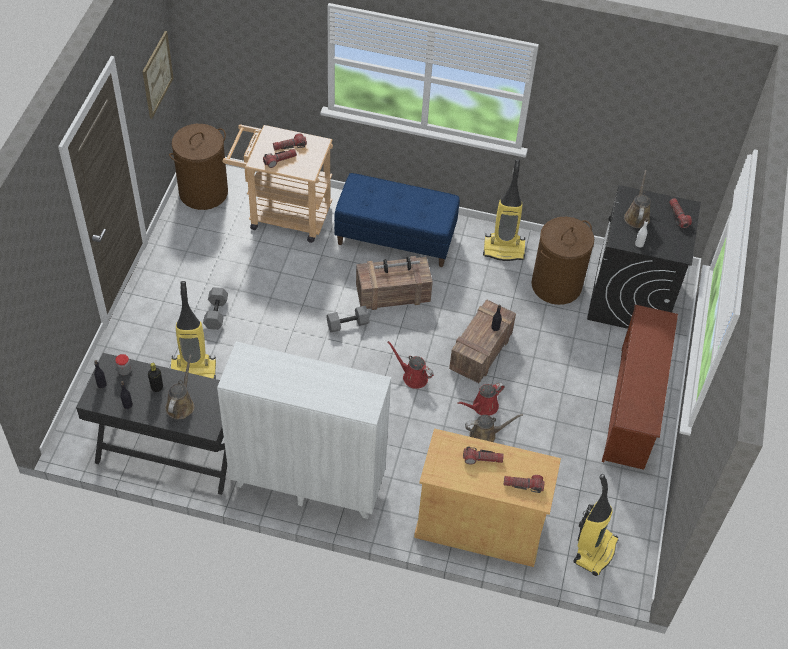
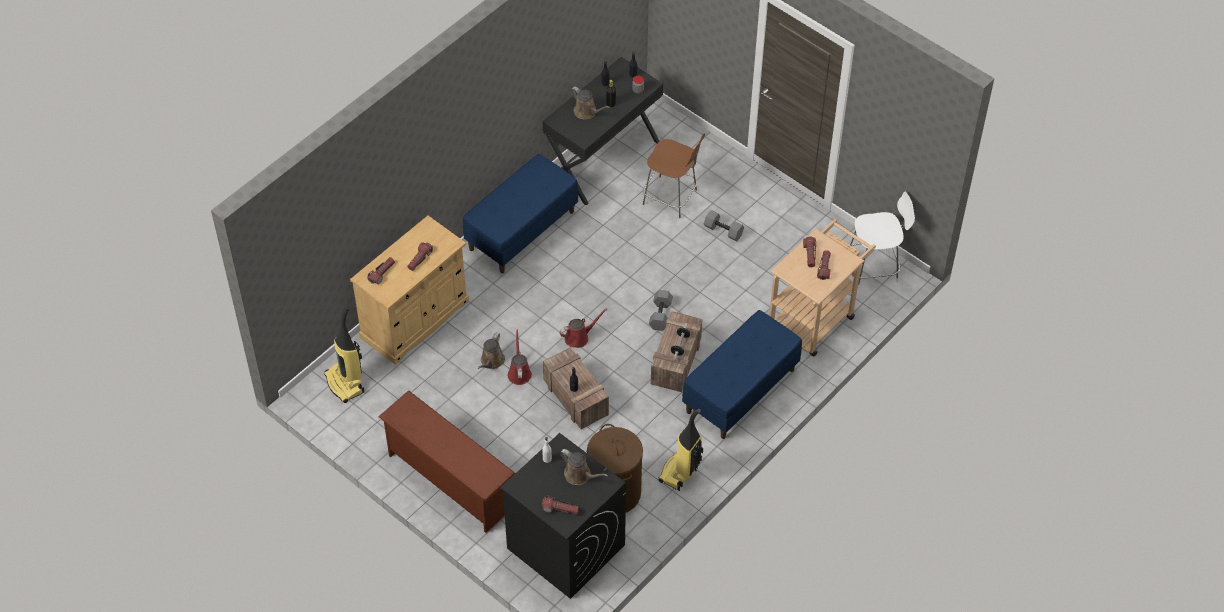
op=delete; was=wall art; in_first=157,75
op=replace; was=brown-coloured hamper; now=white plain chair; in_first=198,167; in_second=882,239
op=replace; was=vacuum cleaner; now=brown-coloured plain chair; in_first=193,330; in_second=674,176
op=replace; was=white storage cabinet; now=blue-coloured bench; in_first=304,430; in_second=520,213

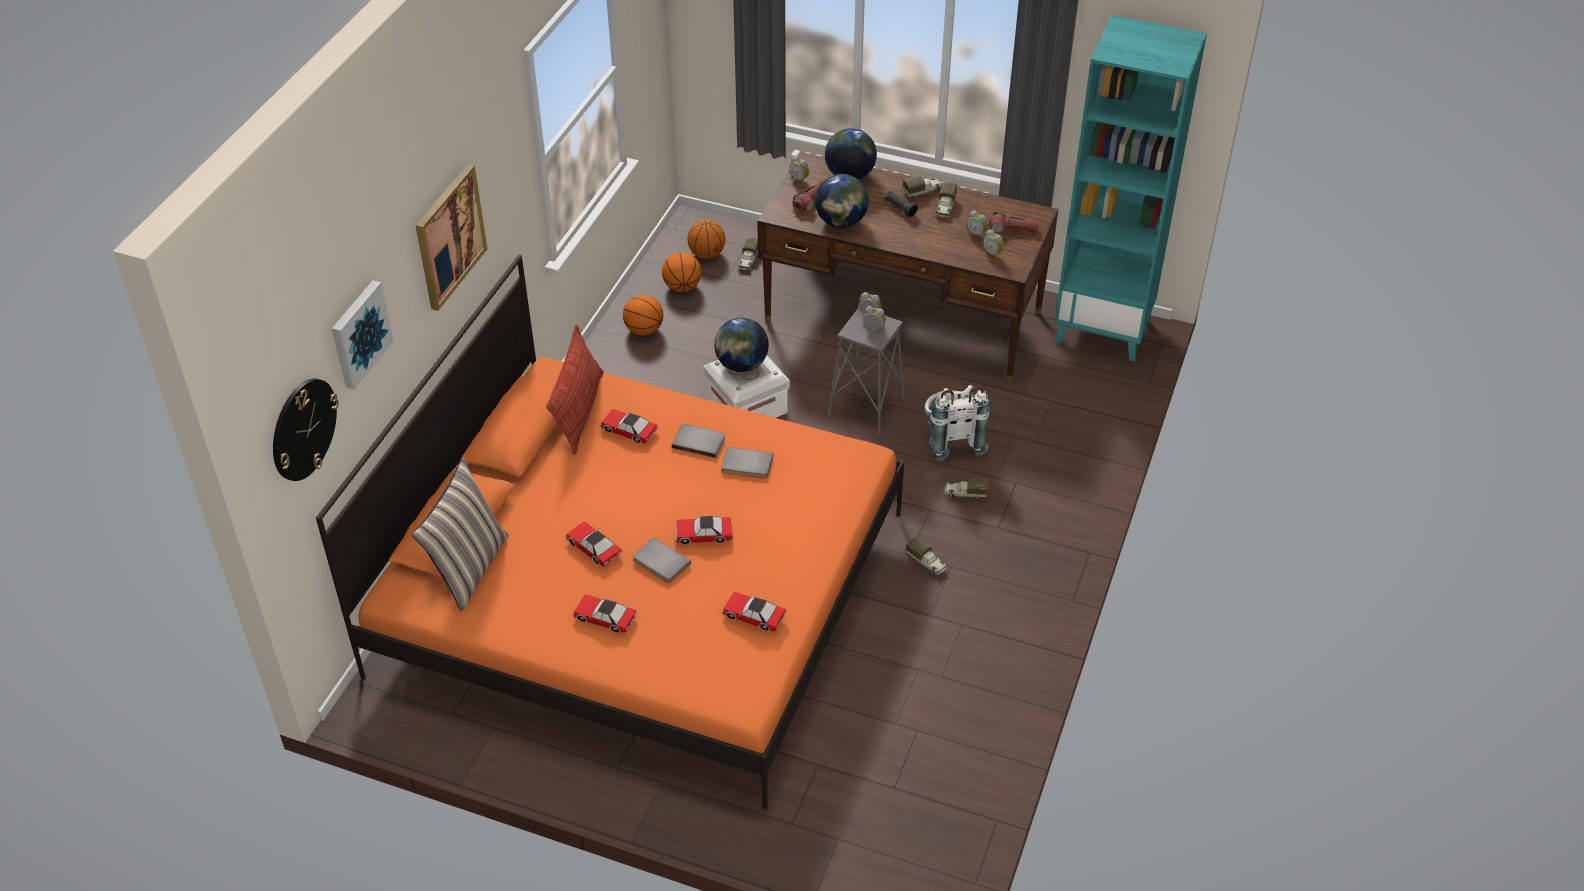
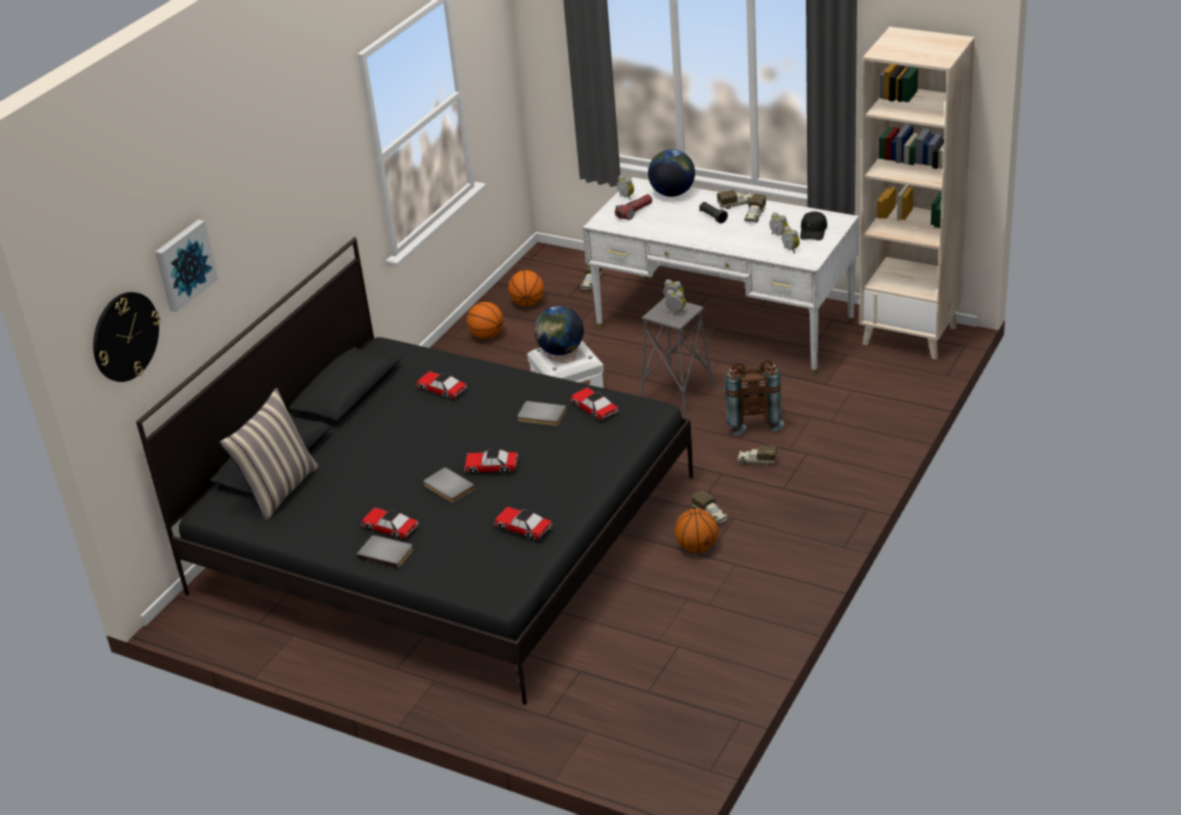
op=delete; was=wall art; in_first=451,237
op=delete; was=throw pillow; in_first=575,389
op=delete; was=world globe; in_first=842,201
op=move; was=toy car; in_first=594,544; in_second=594,404
op=move; was=grey bound book; in_first=699,441; in_second=385,551
op=move; was=basketball; in_first=706,239; in_second=696,530
op=replace; was=torch; now=black baseball cap; in_first=1014,222; in_second=813,225
op=recolor; was=orangey sleeping bed; now=black sleeping bed; in_first=610,532; in_second=414,471
op=recolor; was=brown-coloured desk table; now=white desk table; in_first=907,267; in_second=720,276
op=recolor; was=white knapsack; now=brown-coloured knapsack; in_first=957,423; in_second=754,397
op=recolor; was=blue-green shelving unit; now=beige shelving unit; in_first=1130,188; in_second=917,193

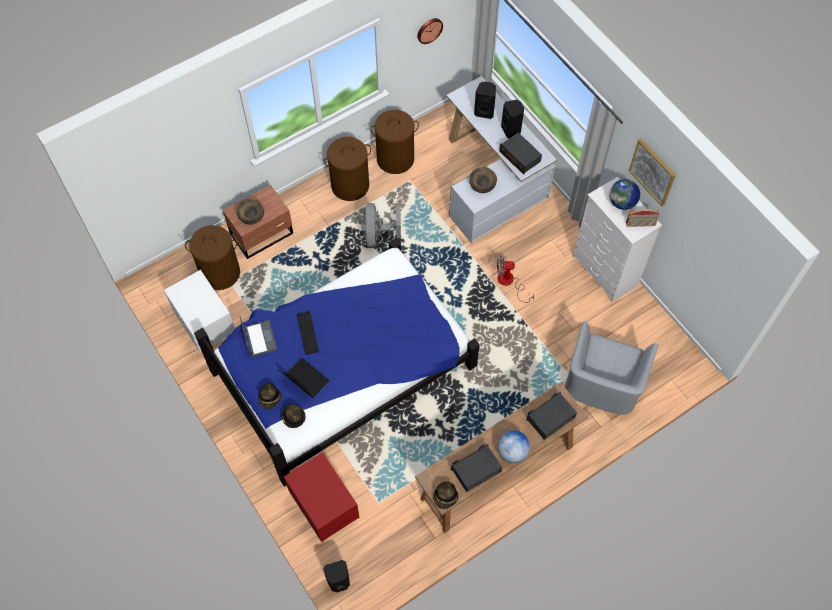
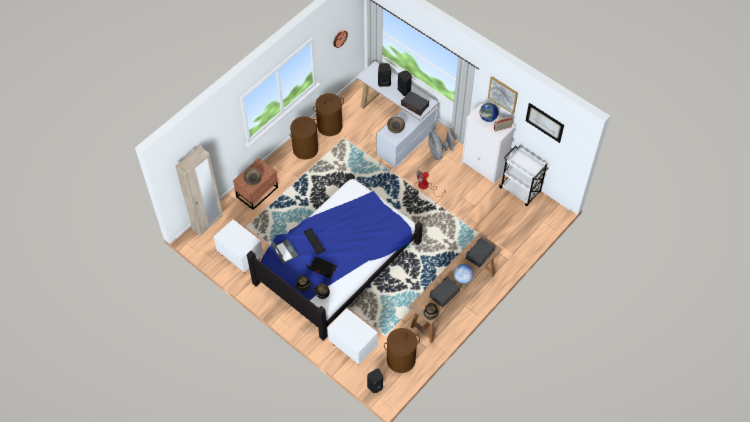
op=delete; was=grey armchair; in_first=611,368
op=insert; now=beige armoire; in_second=199,191
op=insert; now=white trolley; in_second=524,176
op=insert; now=wall art; in_second=545,123
op=move; was=brown-coloured hamper; in_first=212,257; in_second=402,350
op=move; was=grey electric fan; in_first=381,225; in_second=441,145
op=recolor; was=red night table; now=white night table; in_first=321,497; in_second=353,337

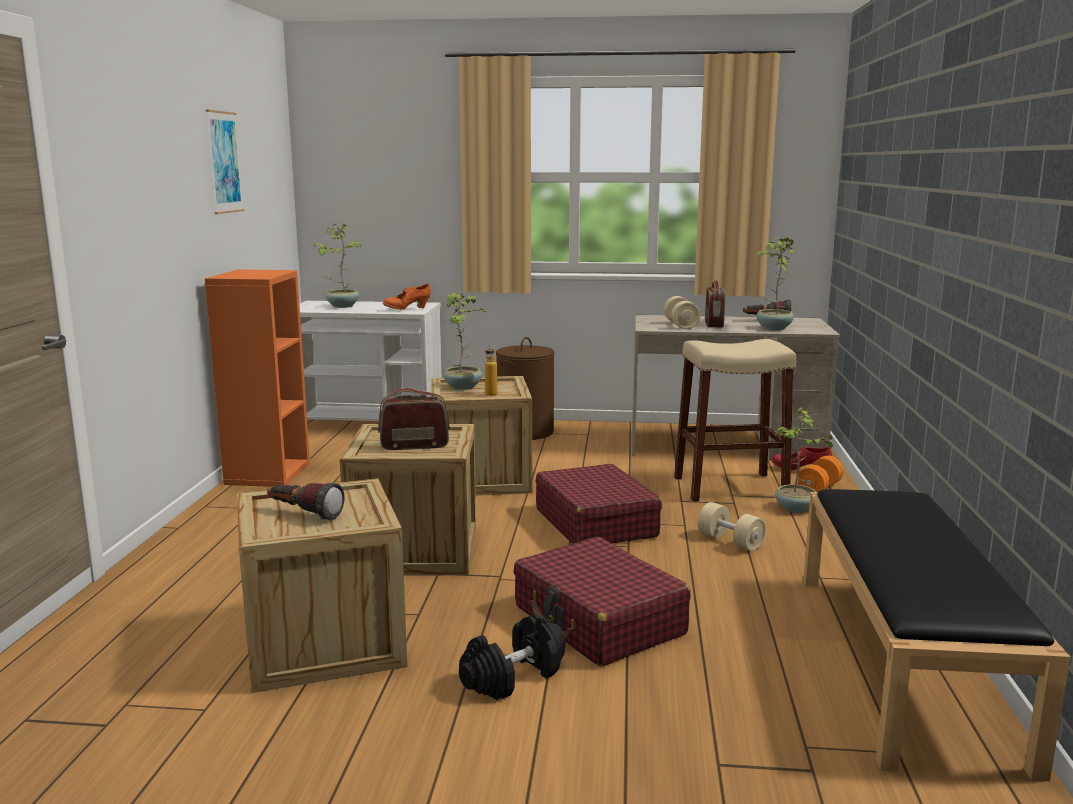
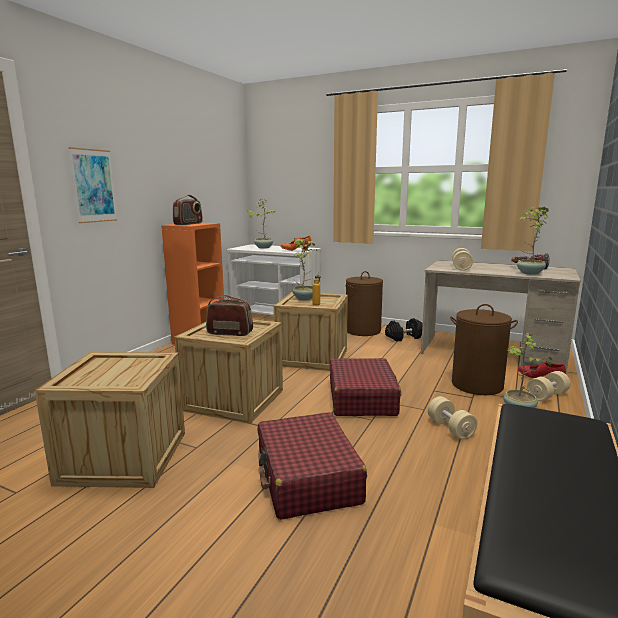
op=delete; was=torch; in_first=306,501
op=move; was=wall art; in_first=225,162; in_second=93,185
op=move; was=black hand weight; in_first=512,657; in_second=404,329
op=move; was=radio set; in_first=715,304; in_second=188,210
op=replace; was=beige stool seat; now=brown-coloured hamper; in_first=735,420; in_second=484,349
op=recolor; was=orangey hand weight; now=beige hand weight; in_first=820,474; in_second=549,386

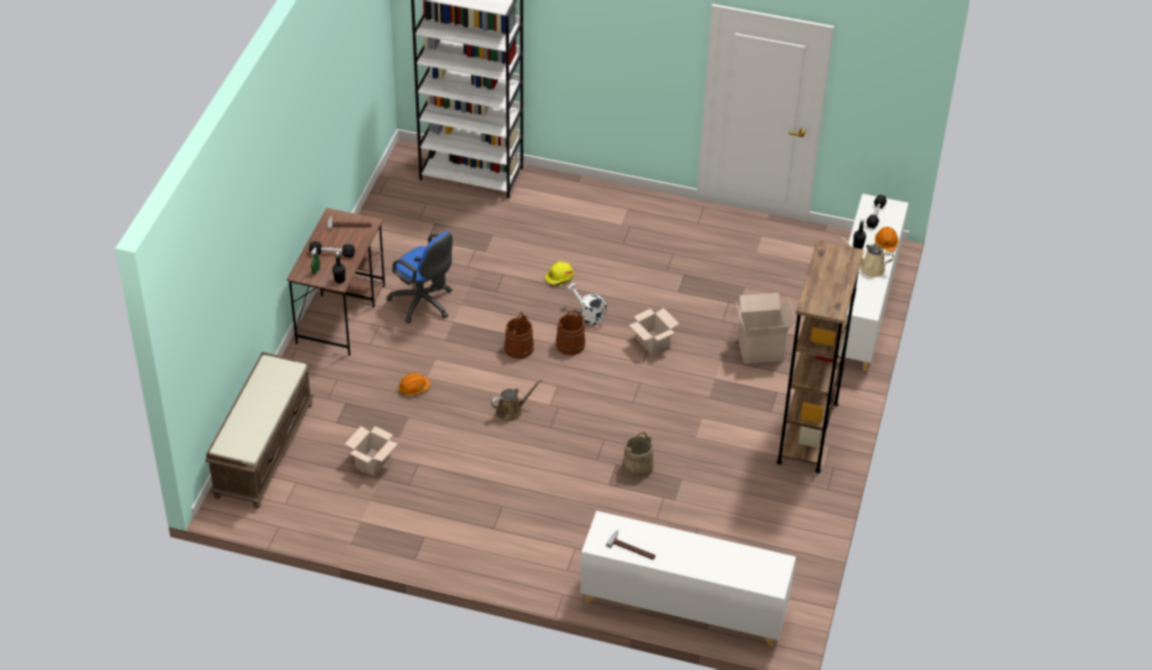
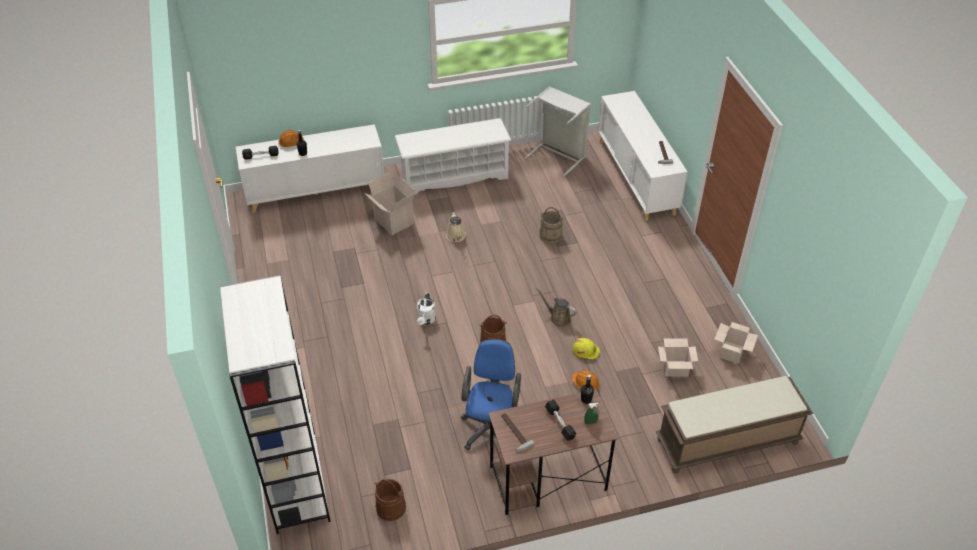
op=insert; now=grey hamper; in_second=558,131
op=move; was=yellow hard hat; in_first=559,274; in_second=586,349
op=move; was=brown-coloured pail; in_first=570,332; in_second=390,500
op=move; was=cardboard box; in_first=654,331; in_second=736,343
op=move; was=beige watering can; in_first=867,257; in_second=456,227
op=replace; was=brown-coloured shelving unit; now=white shoe rack; in_first=820,356; in_second=453,156

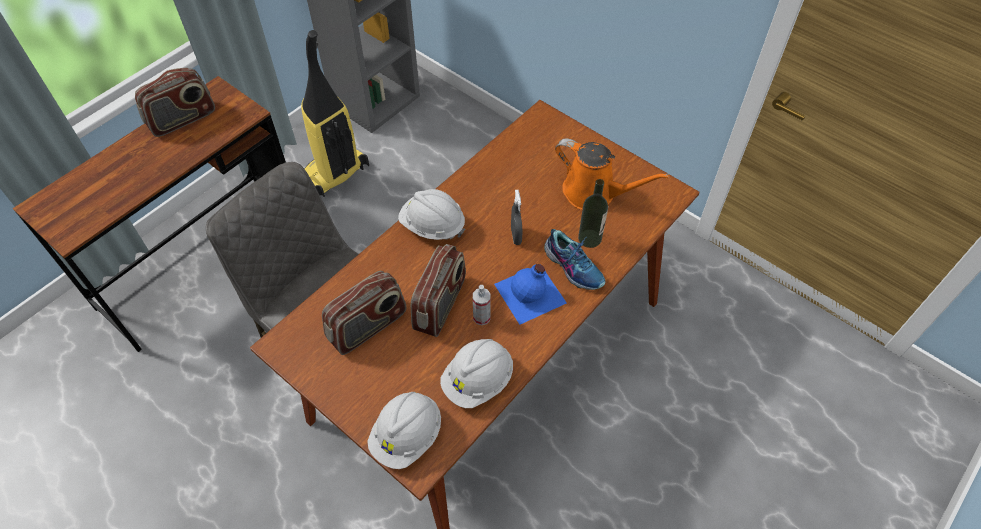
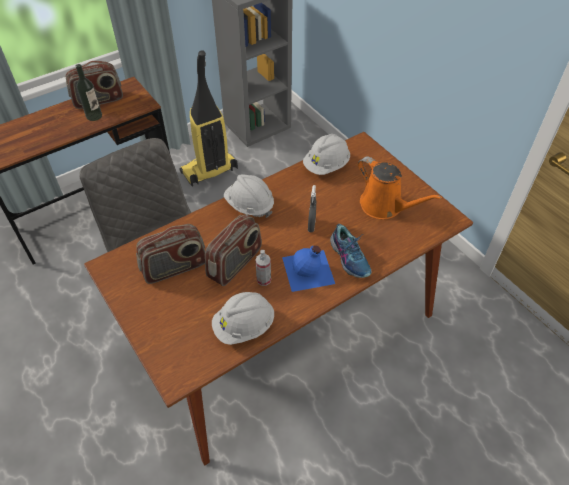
op=move; was=white hard hat; in_first=404,430; in_second=326,154
op=move; was=beverage bottle; in_first=593,213; in_second=88,92

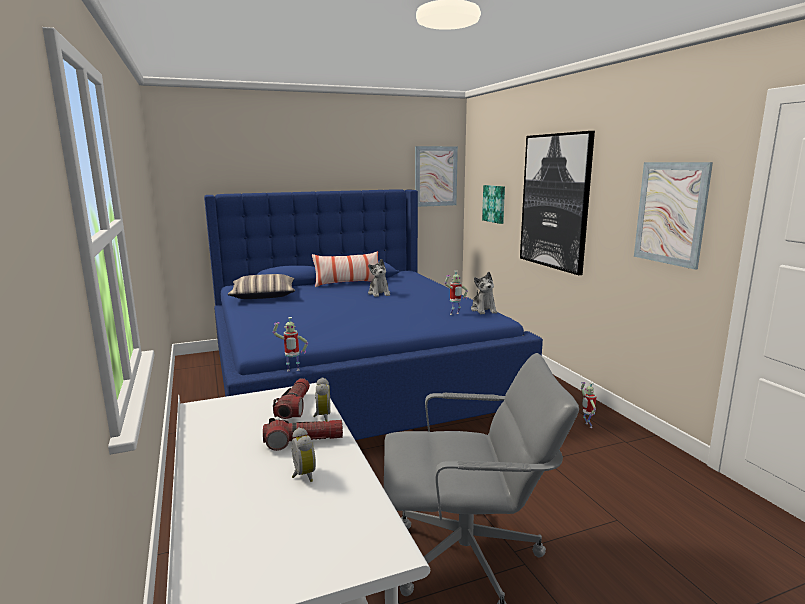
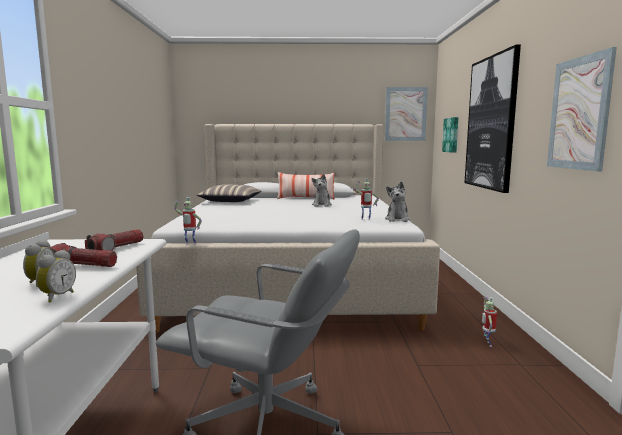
op=move; was=alarm clock; in_first=321,399; in_second=56,276
op=recolor; was=blue-coloured sleeping bed; now=beige sleeping bed; in_first=373,314; in_second=288,228

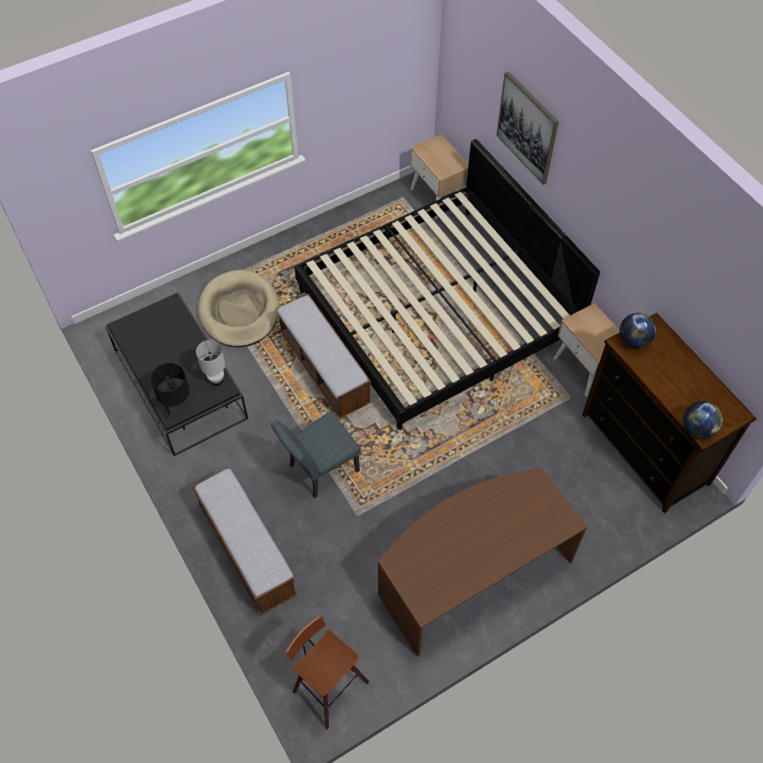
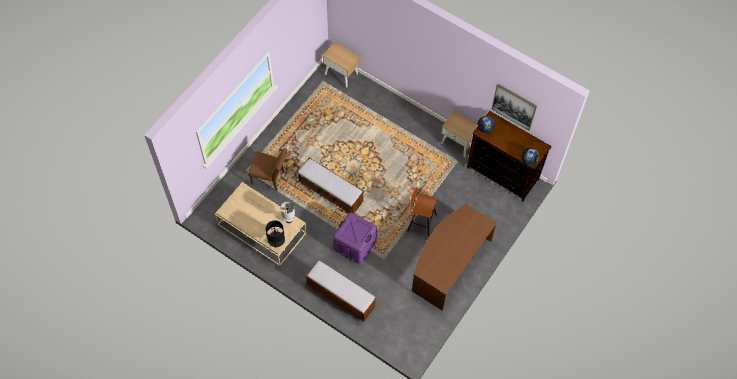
op=delete; was=sleeping bed; in_first=447,284
op=move; was=stool seat; in_first=327,673; in_second=422,212
op=move; was=wall art; in_first=527,128; in_second=514,107
op=replace; was=beige pet bed; now=brown-coloured plain chair; in_first=238,308; in_second=267,169
op=replace; was=grey plain chair; now=purple storage container; in_first=315,455; in_second=355,238
op=recolor; was=black coffee table; now=beige coffee table; in_first=176,374; in_second=260,224

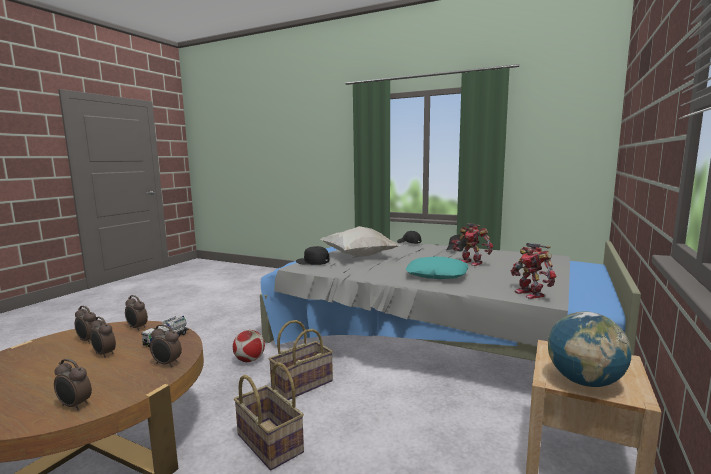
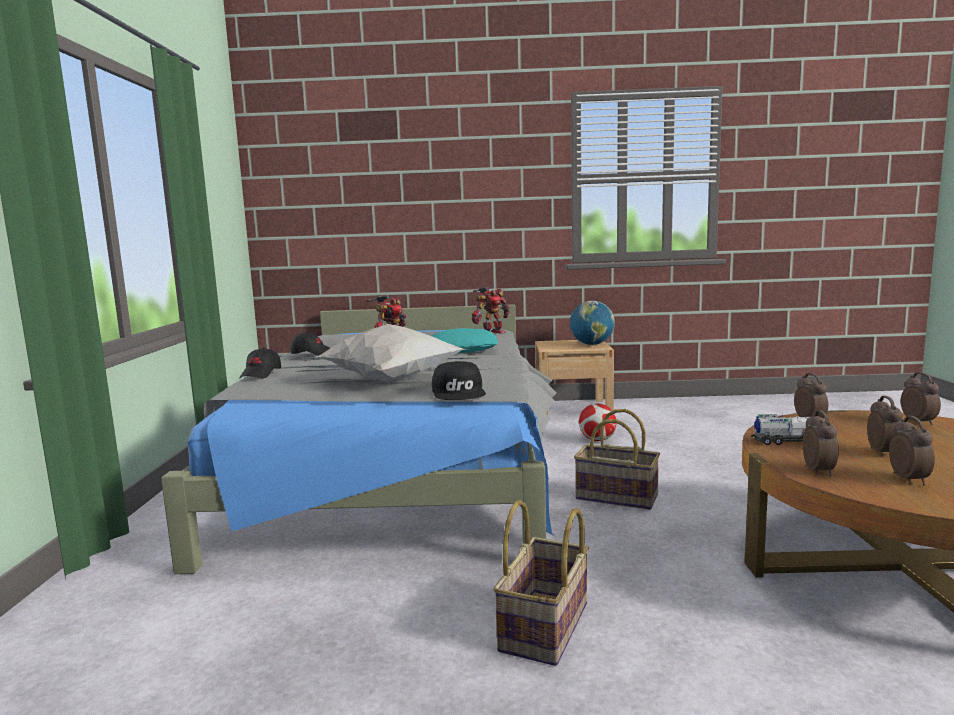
op=move; was=ball for football; in_first=249,346; in_second=598,422
op=move; was=household basket; in_first=269,416; in_second=541,583

